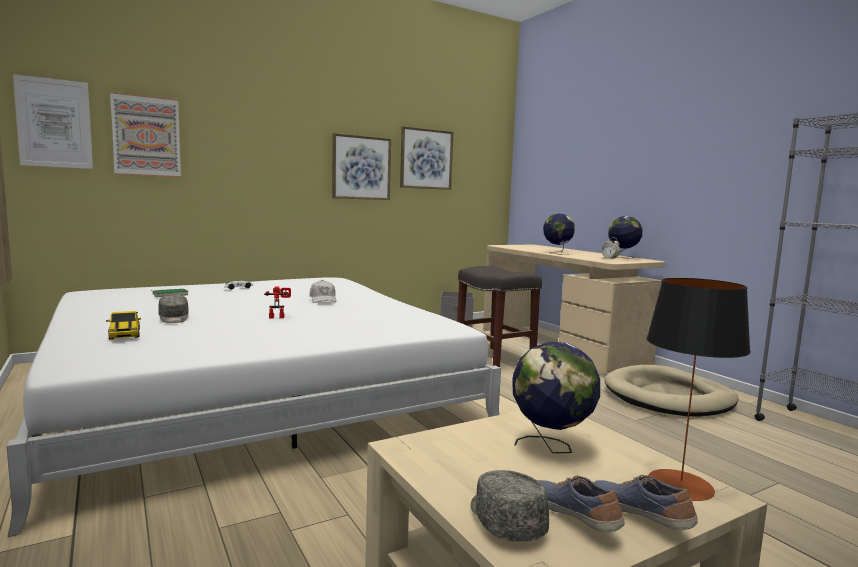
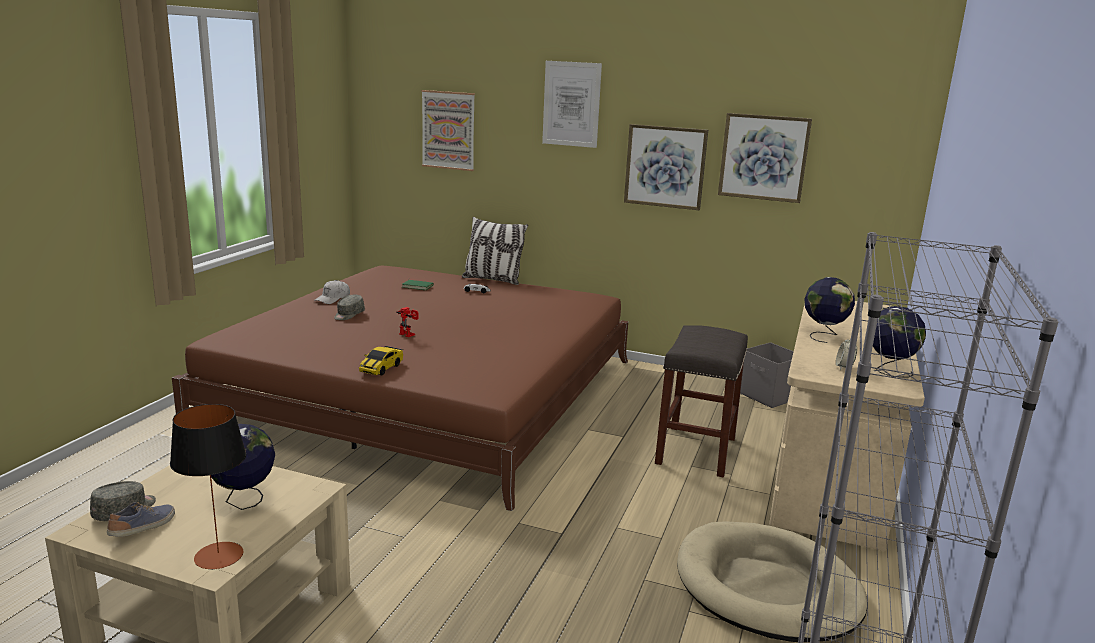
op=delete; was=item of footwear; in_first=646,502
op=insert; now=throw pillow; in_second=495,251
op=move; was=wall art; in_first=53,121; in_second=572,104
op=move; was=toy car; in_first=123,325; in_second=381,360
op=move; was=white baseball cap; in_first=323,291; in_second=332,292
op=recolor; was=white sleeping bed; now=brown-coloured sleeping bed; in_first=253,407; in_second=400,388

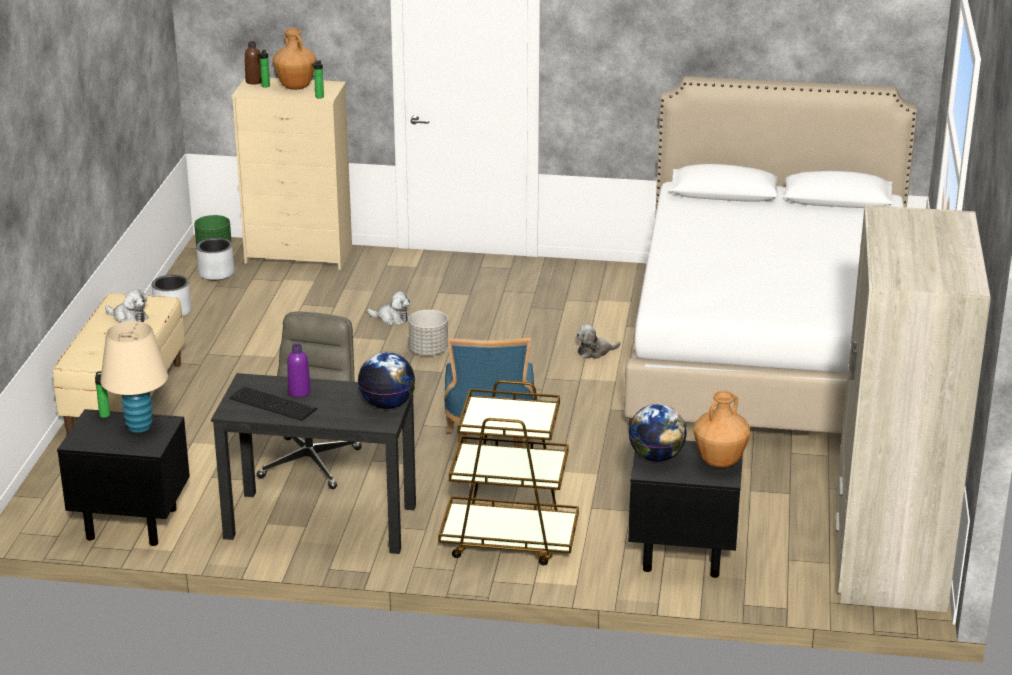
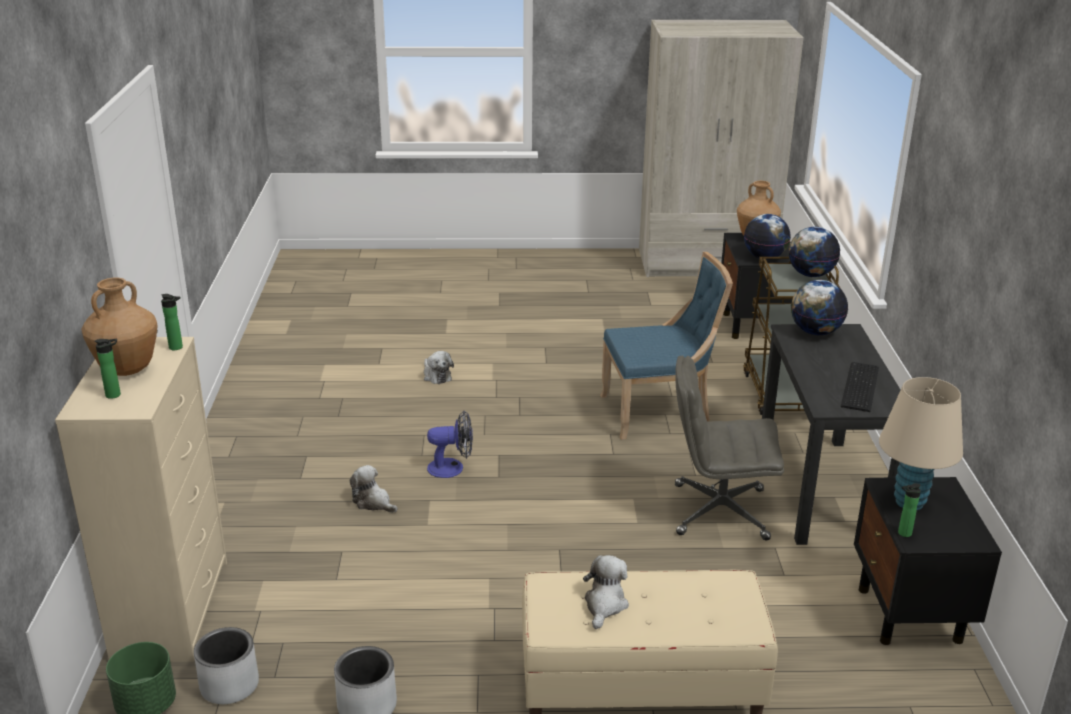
op=delete; was=brown-coloured beverage bottle; in_first=253,63
op=delete; was=purple beverage bottle; in_first=299,370
op=delete; was=white sleeping bed; in_first=770,255
op=insert; now=world globe; in_second=814,252
op=replace; was=grey planter; now=electric fan; in_first=428,333; in_second=450,444
op=rotate; was=plush toy; in_first=388,308; in_second=373,489; clockwise=-60

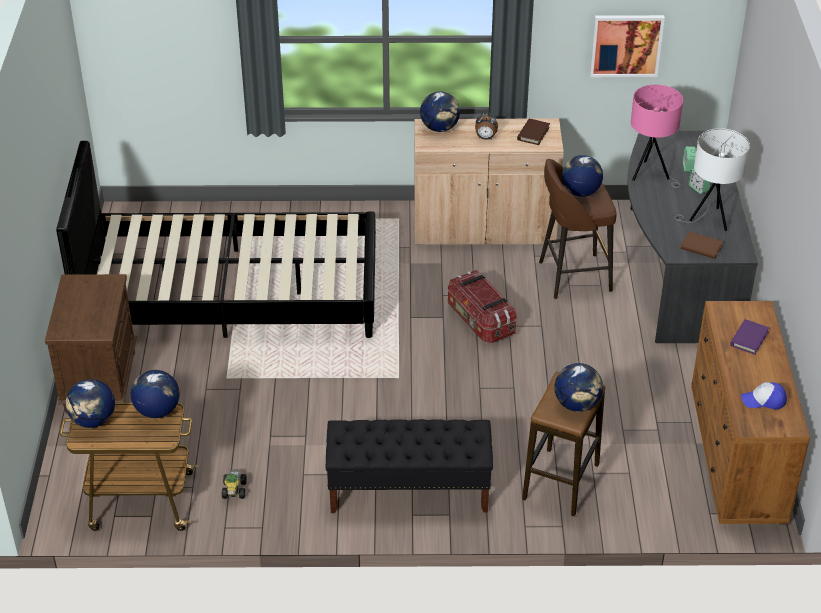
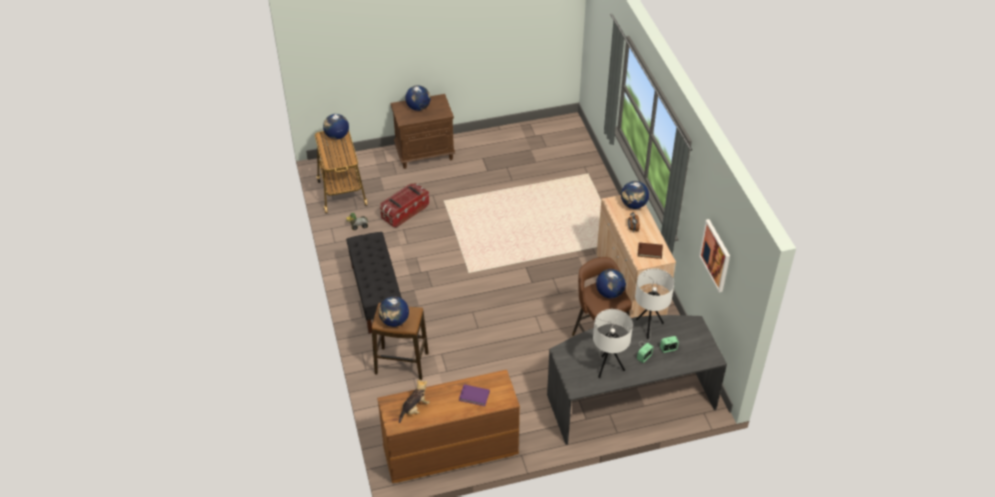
op=delete; was=black sleeping bed; in_first=216,239
op=delete; was=brown-coloured bound book; in_first=702,245
op=move; was=world globe; in_first=155,394; in_second=417,98
op=move; was=storage container; in_first=482,306; in_second=404,205
op=replace; was=baseball cap; now=plush toy; in_first=764,395; in_second=414,401
op=recolor; was=pink-coloured tabletop lamp; now=white tabletop lamp; in_first=657,136; in_second=654,307

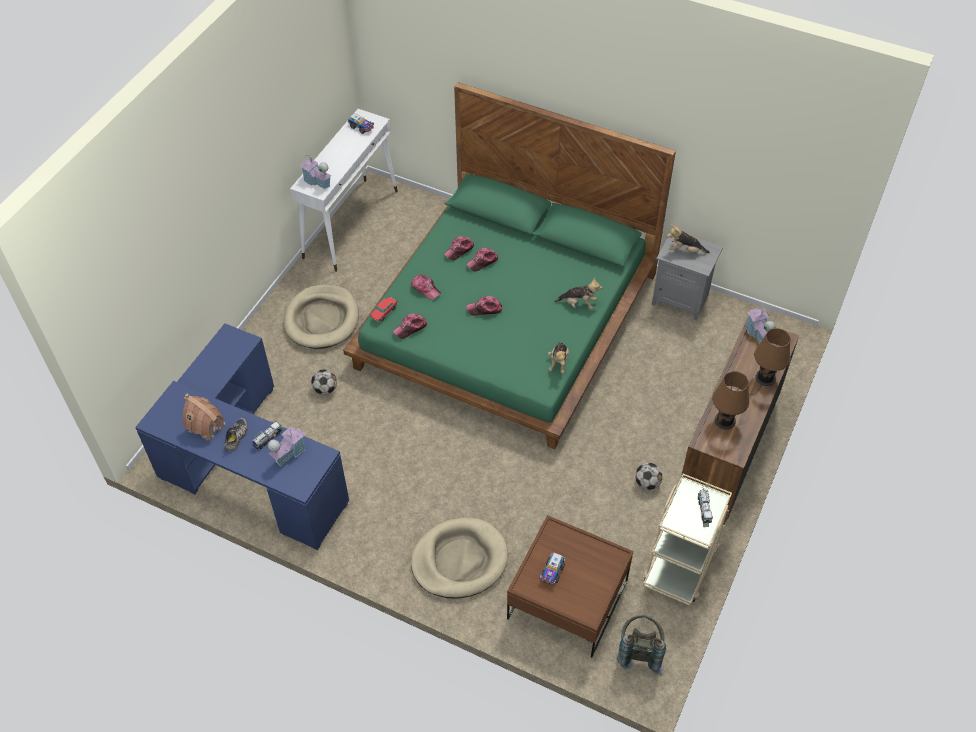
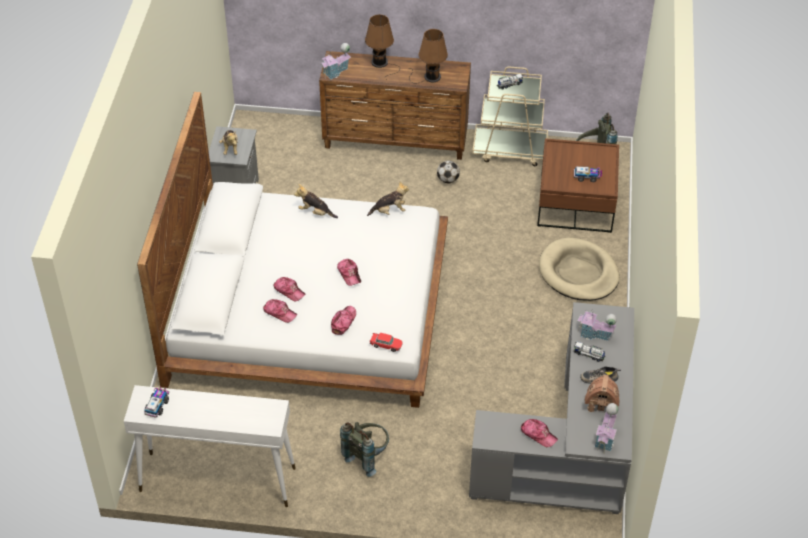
op=delete; was=ball for football; in_first=324,382
op=move; was=miniature house; in_first=316,172; in_second=606,428
op=move; was=baseball cap; in_first=410,326; in_second=539,433
op=replace; was=beige pet bed; now=grey knapsack; in_first=321,316; in_second=364,449
op=recolor; was=blue-coloured desk table; now=grey desk table; in_first=242,436; in_second=551,408
op=recolor; was=green sleeping bed; now=white sleeping bed; in_first=509,265; in_second=292,250
op=rotate; was=plush toy; in_first=578,293; in_second=316,201; clockwise=-60

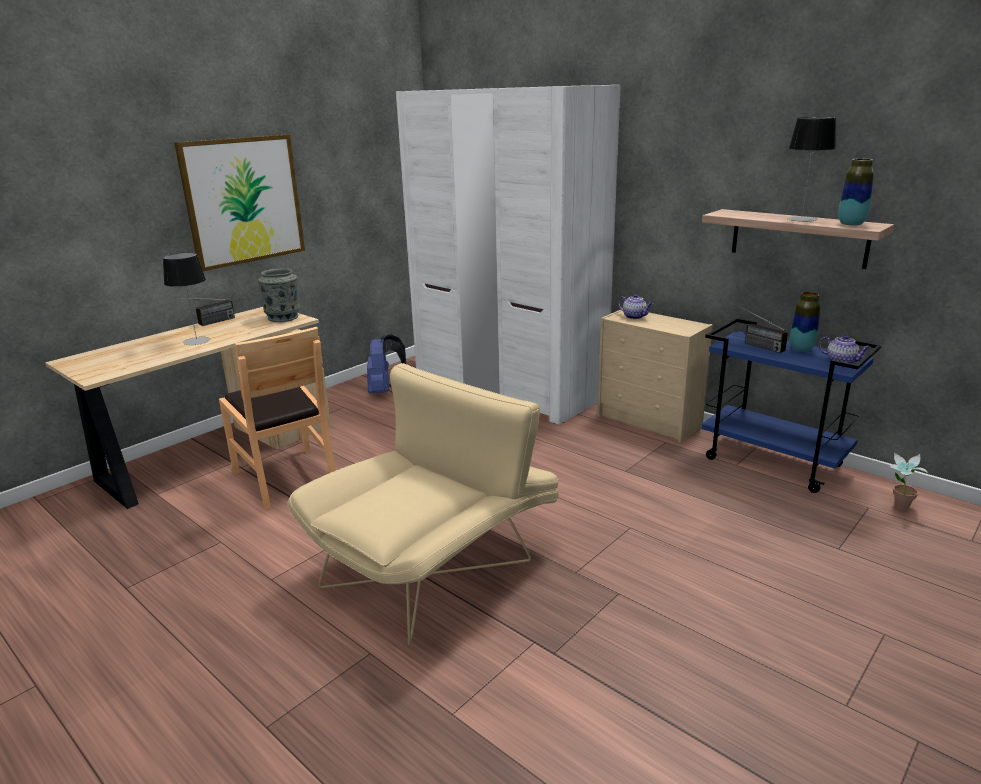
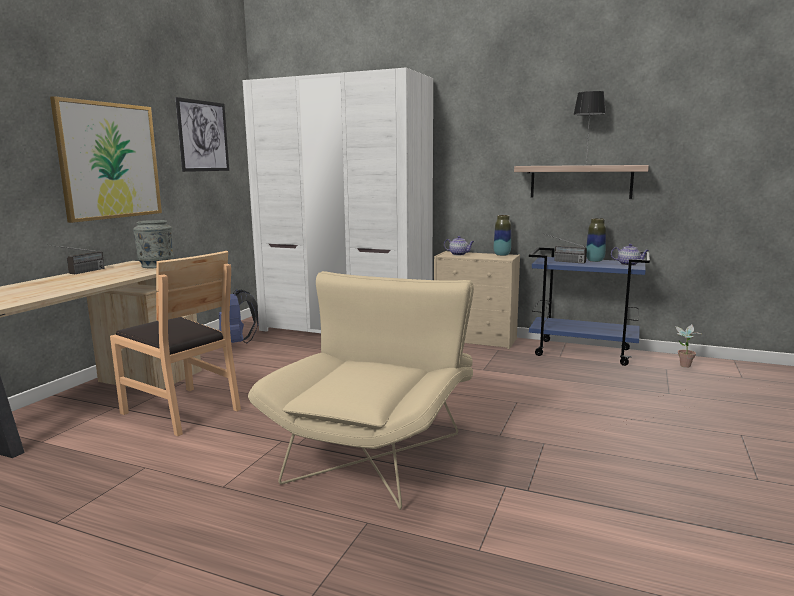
op=delete; was=tabletop lamp; in_first=186,298
op=insert; now=wall art; in_second=202,134
op=move; was=vase; in_first=856,192; in_second=502,235

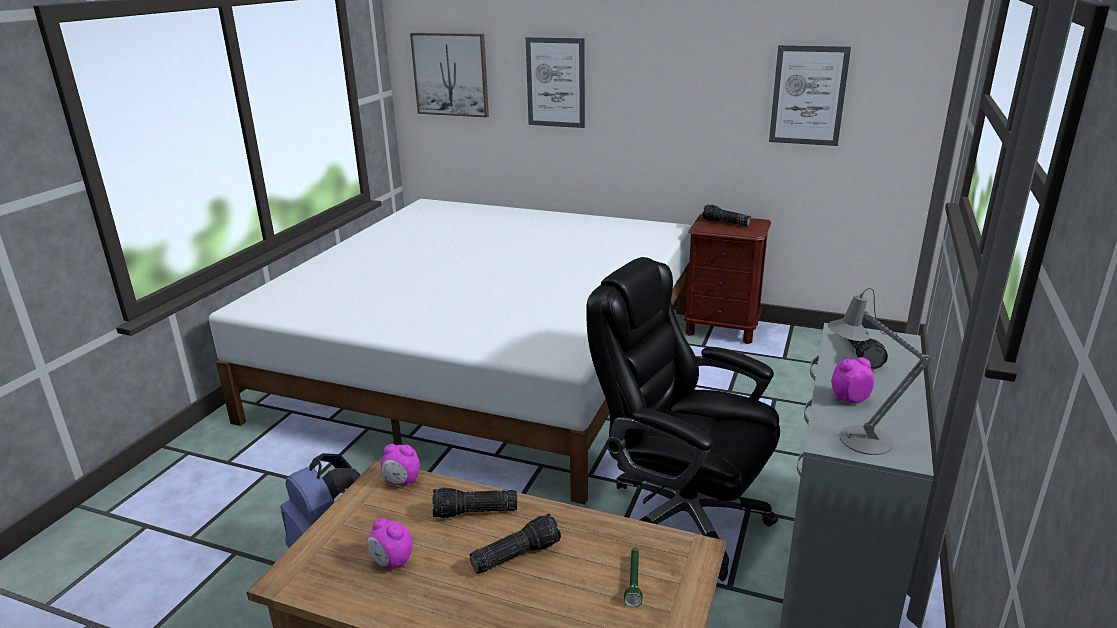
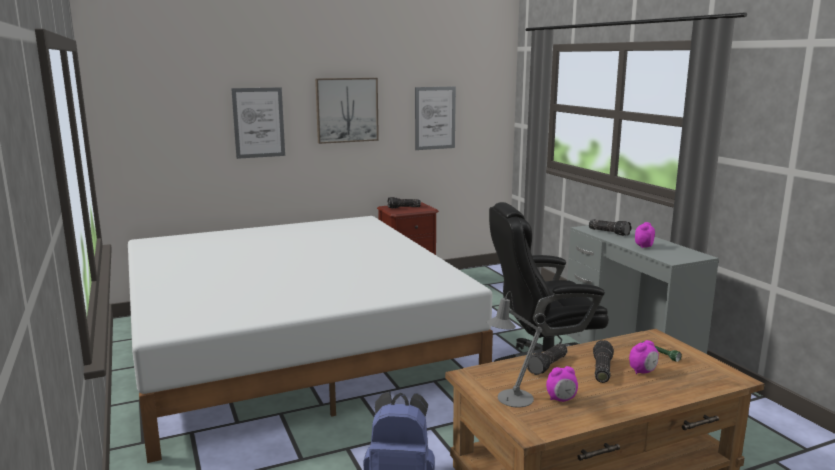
op=move; was=alarm clock; in_first=400,464; in_second=644,357
op=move; was=wall art; in_first=449,75; in_second=347,111
op=move; was=grey tabletop lamp; in_first=879,371; in_second=514,349

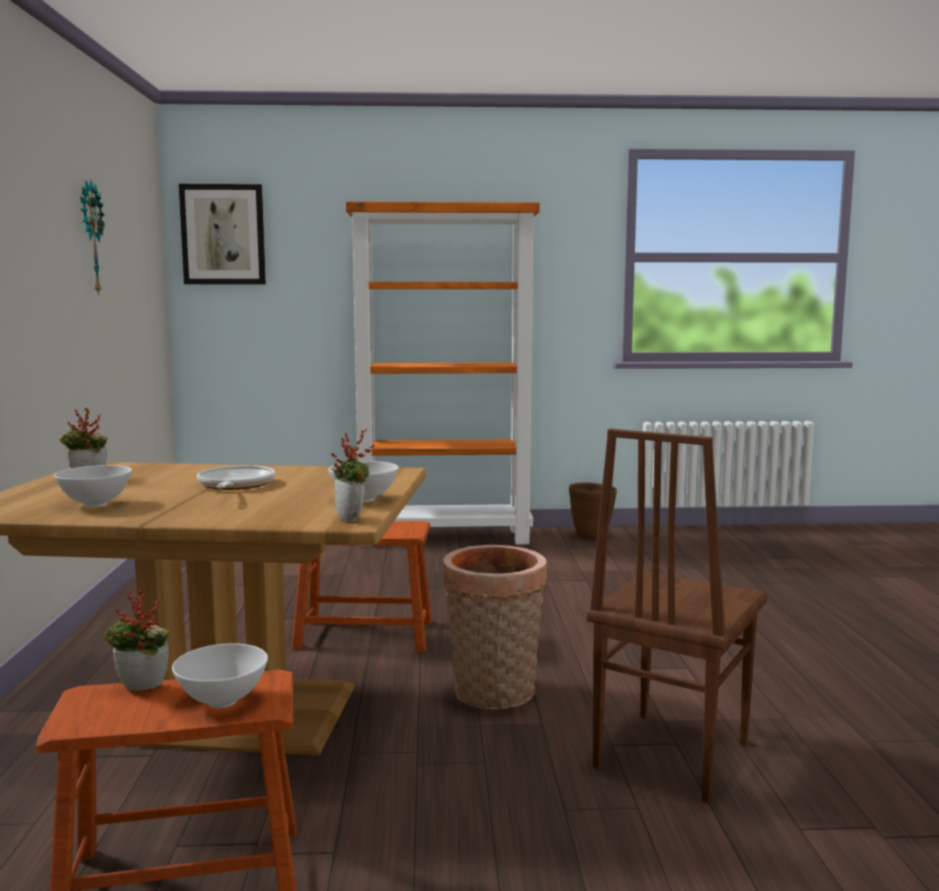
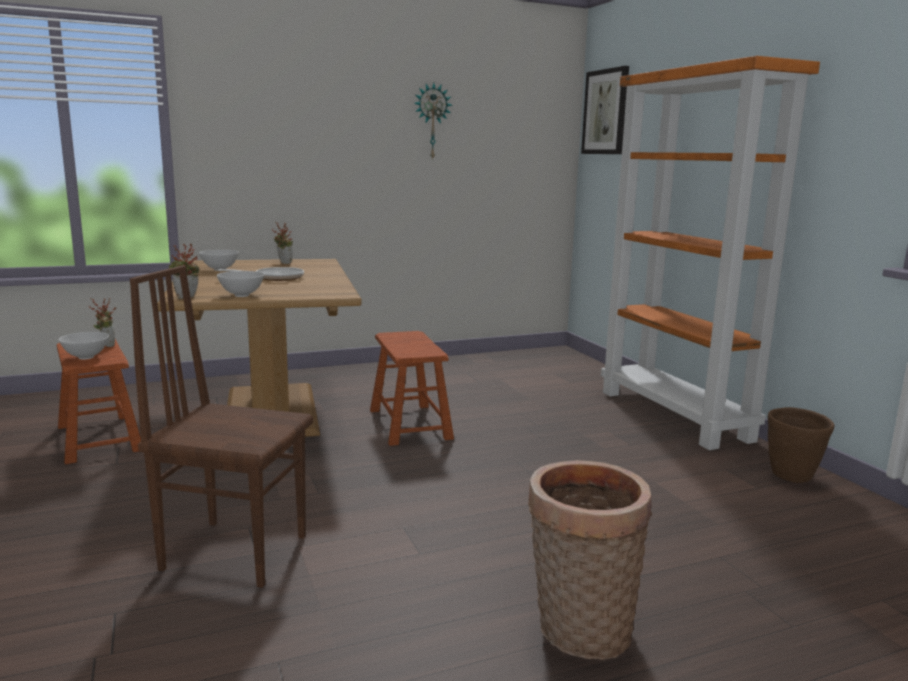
op=move; was=household basket; in_first=495,627; in_second=590,560

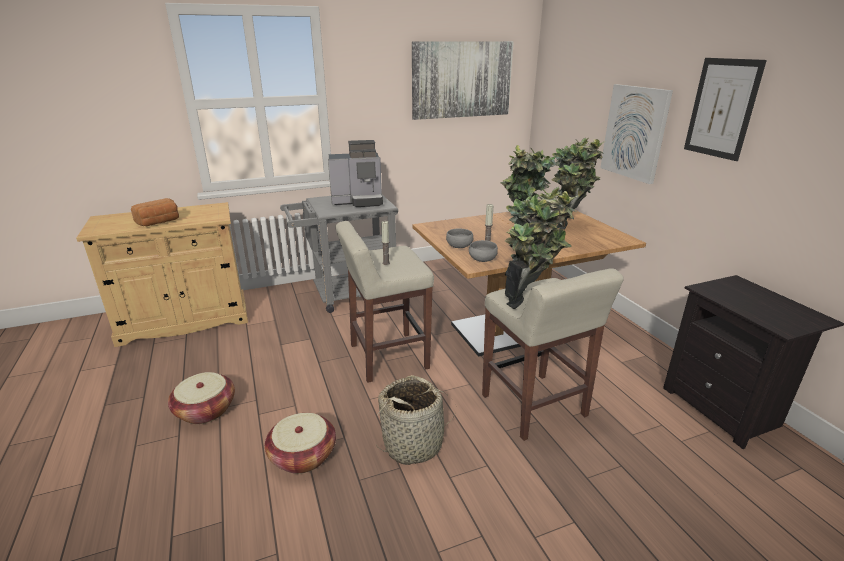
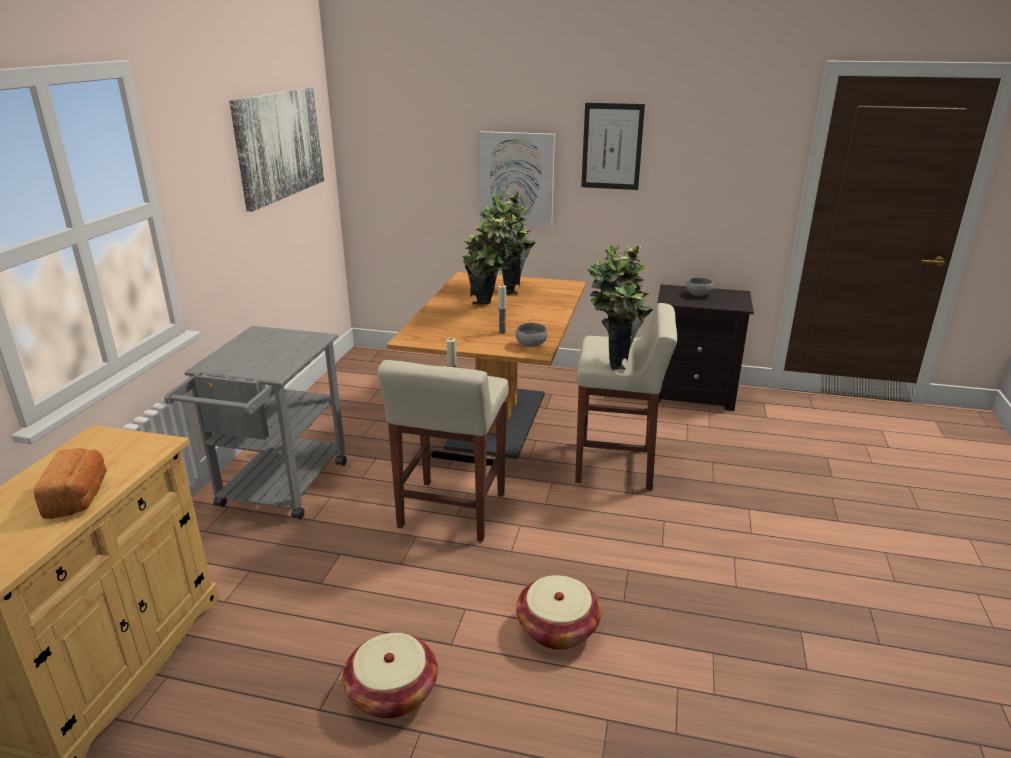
op=delete; was=coffee brewer; in_first=355,173
op=delete; was=household basket; in_first=416,420
op=move; was=grey deep dish; in_first=459,238; in_second=699,286

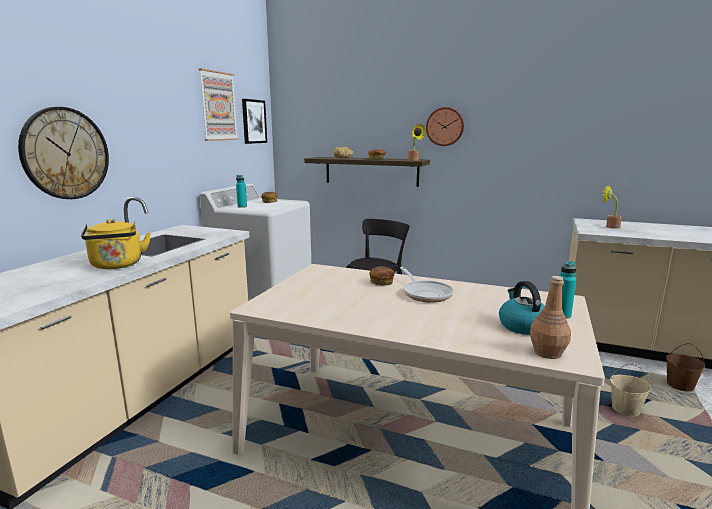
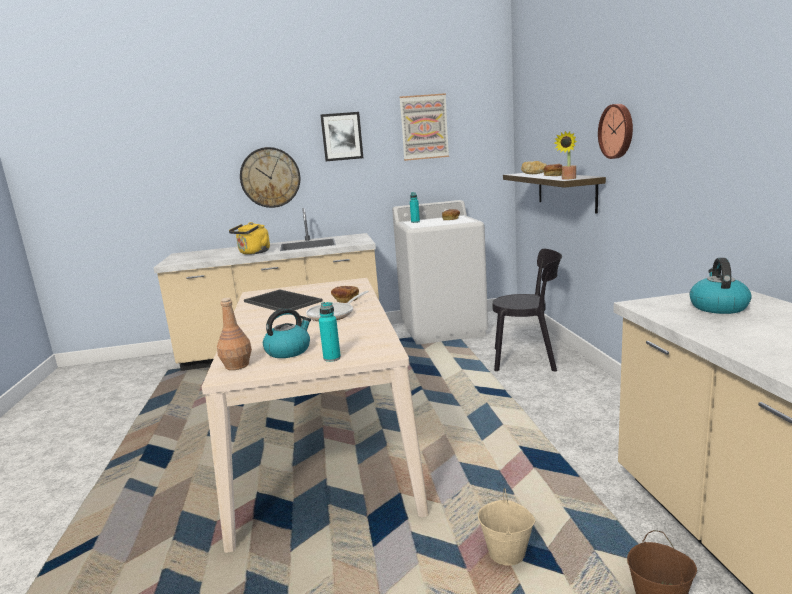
op=insert; now=serving tray; in_second=283,300
op=move; was=wall art; in_first=254,121; in_second=341,136
op=replace; was=plant in a pot; now=water kettle; in_first=611,207; in_second=721,286

